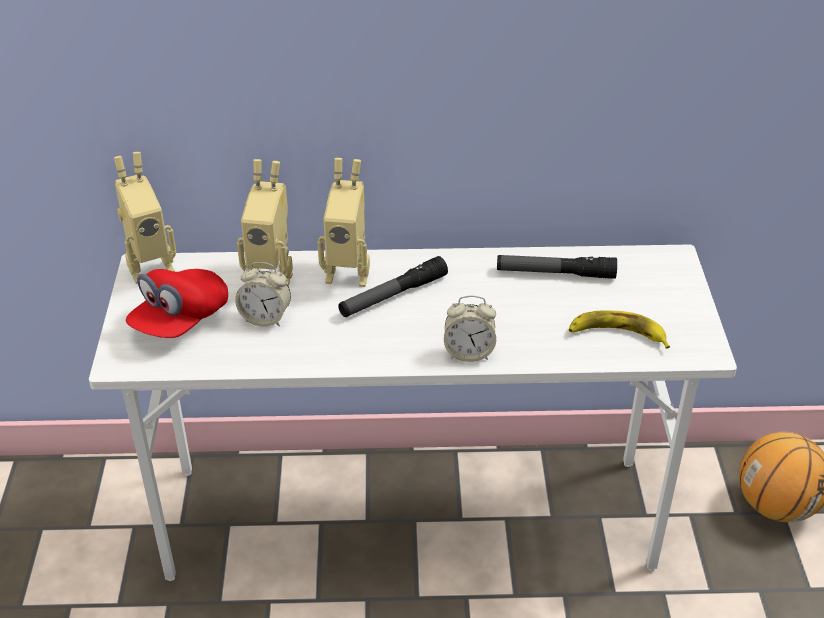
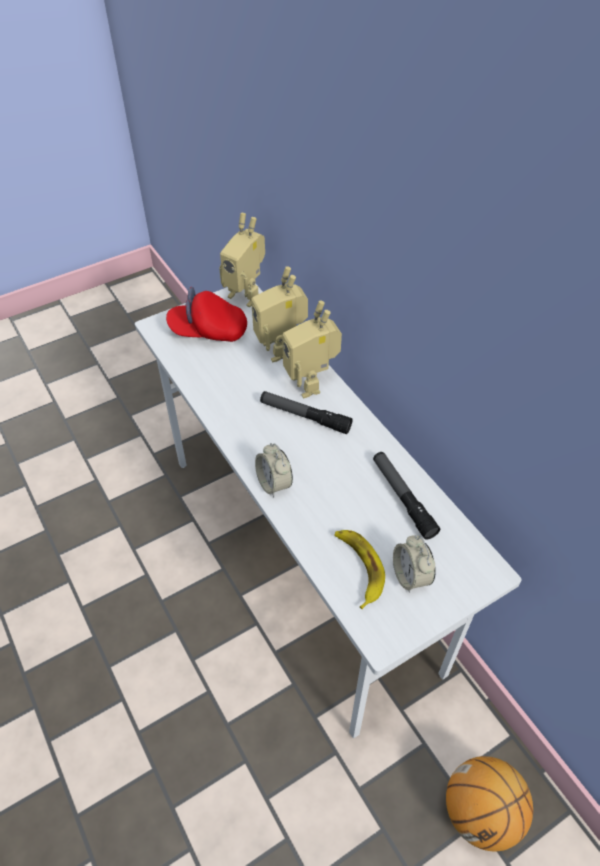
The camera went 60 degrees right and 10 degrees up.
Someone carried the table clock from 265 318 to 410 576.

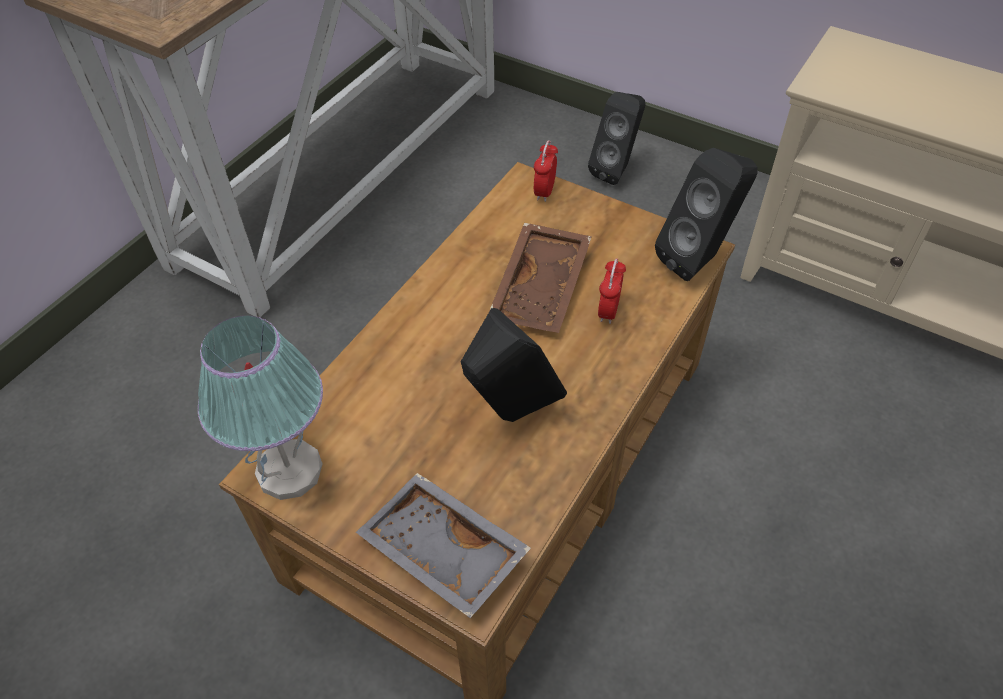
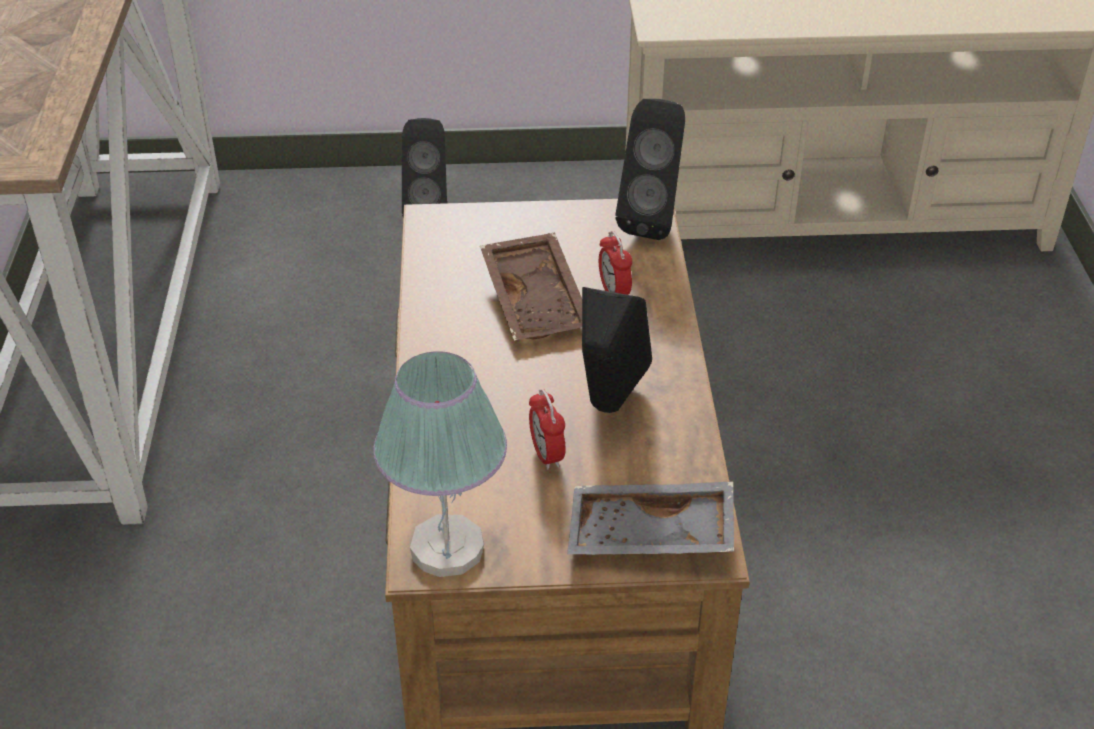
The camera went 35 degrees left and 10 degrees down.
Someone carried the table clock from 544 192 to 546 455.

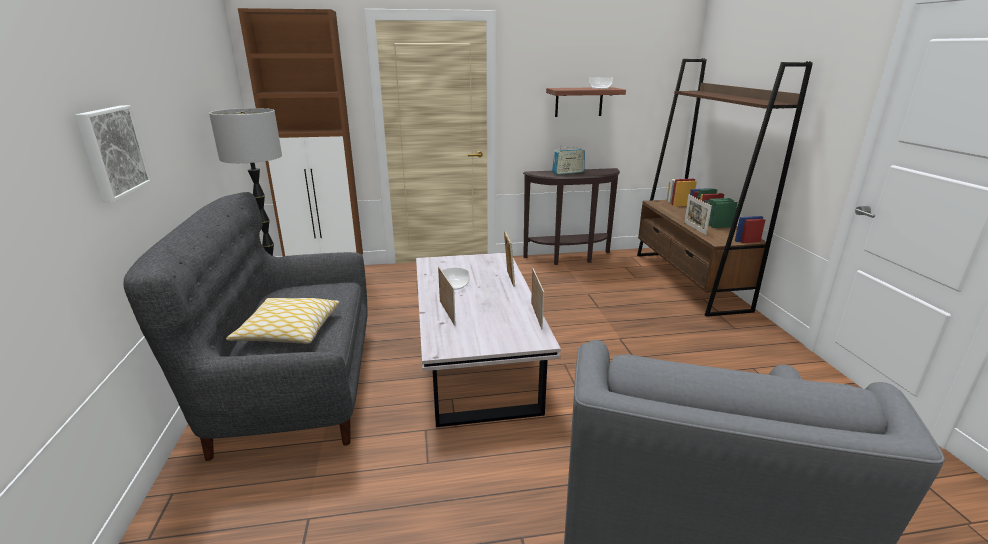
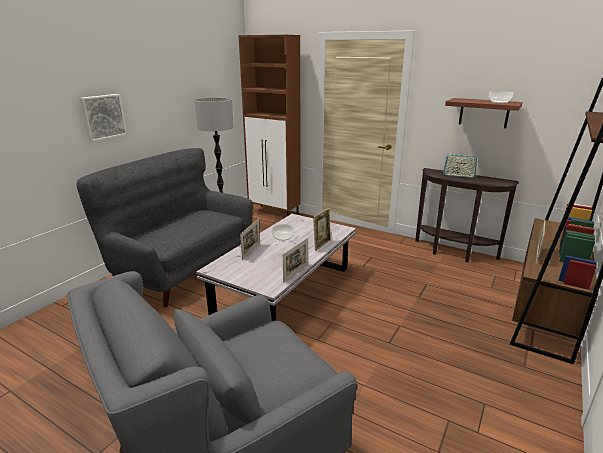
The camera went 40 degrees right and 0 degrees up.
Someone took away the cushion at 288 331.

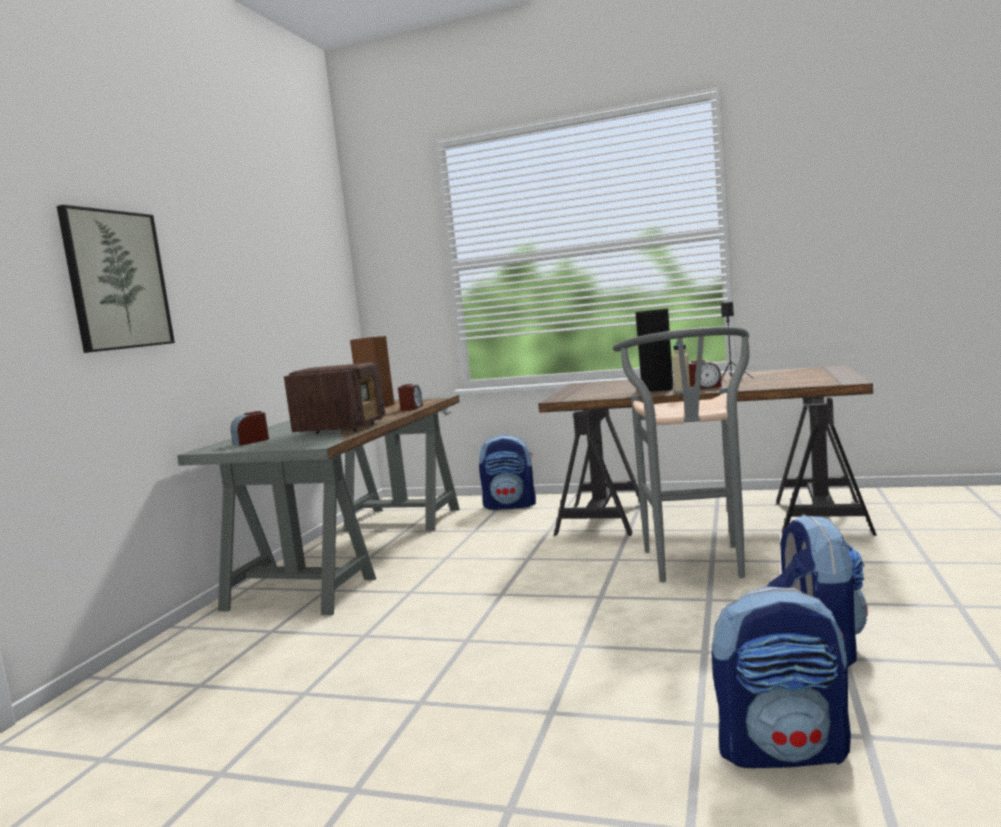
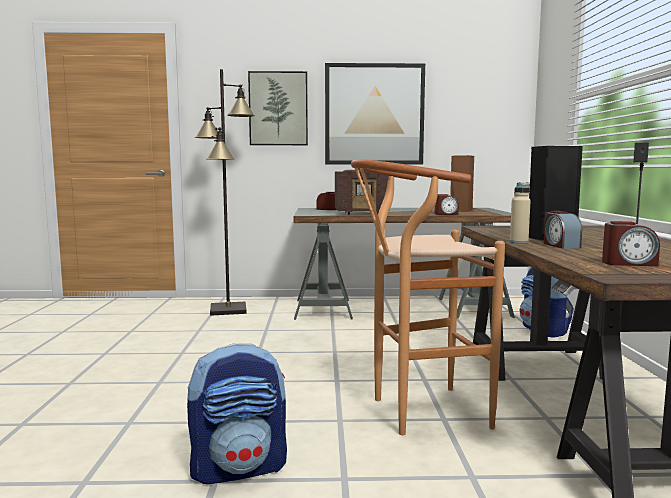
The camera went 70 degrees right and 0 degrees up.
Someone took away the knapsack at 783 750.
Someone put down the standard lamp (blackish) at 228 310.
Someone put up the picture at 374 115.
Someone put down the table clock at 628 263.
Someone repainted the stool seat (greyish) at 697 568, which became the stool seat (brown-coloured) at 418 412.

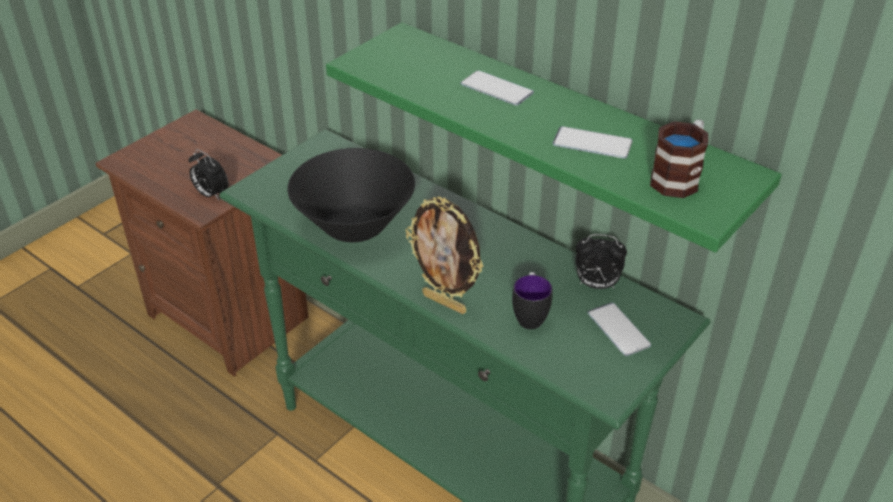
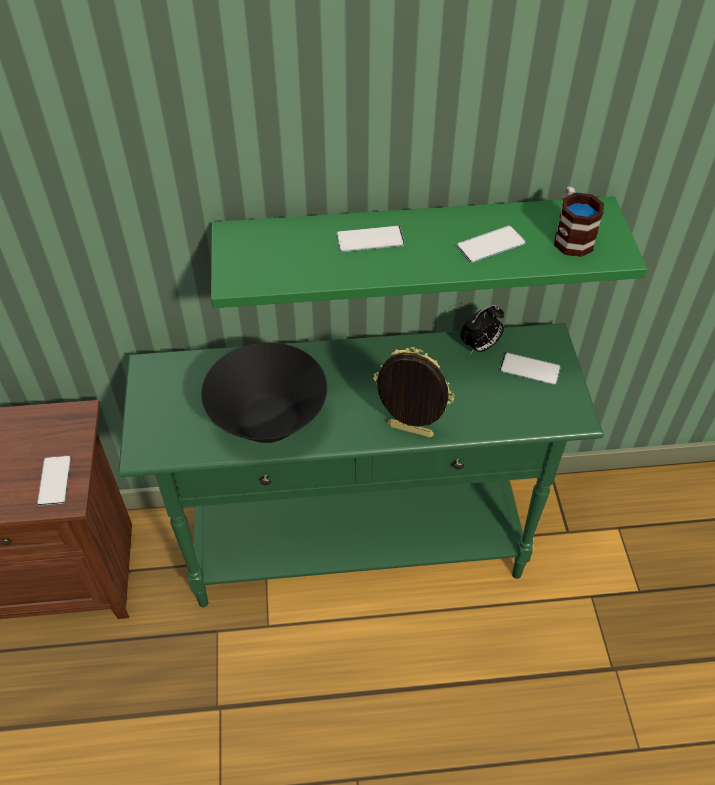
The camera went 45 degrees left and 10 degrees up.
Someone took away the coffee mug at 530 315.
Someone swapped the table clock at 211 194 for the handset at 54 480.
Someone rotated the picture frame at 445 303 by 150 degrees counterclockwise.

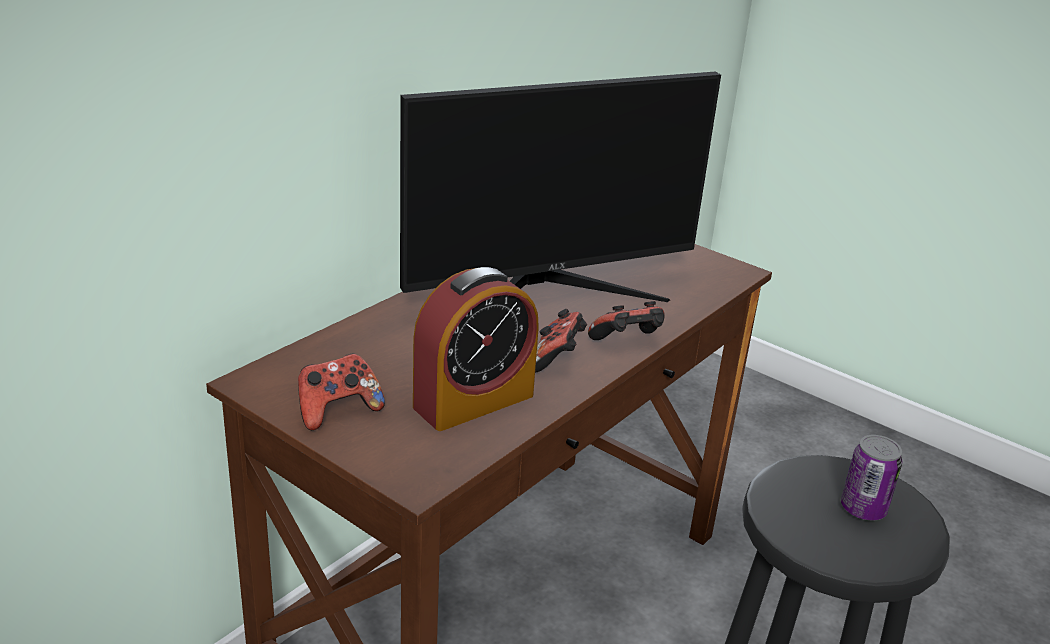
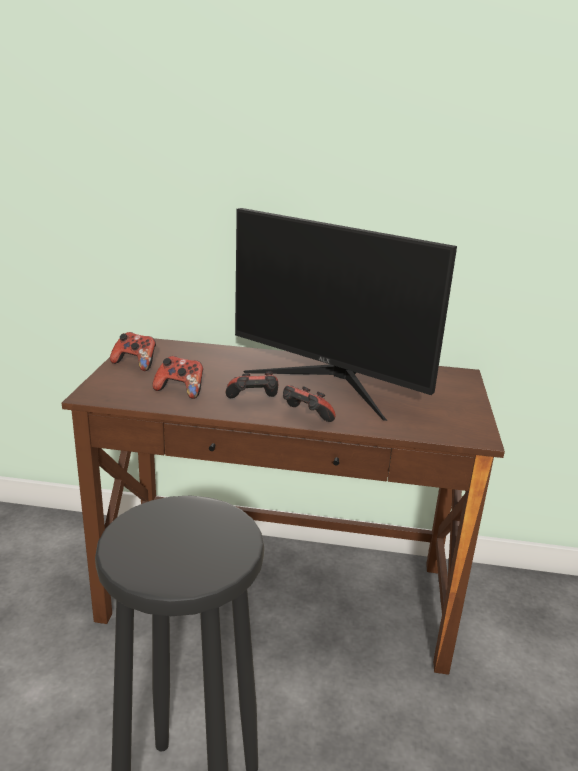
The camera went 60 degrees right and 5 degrees down.
Someone took away the metal can at 863 509.
Someone swapped the table clock at 473 401 for the gamepad at 180 390.

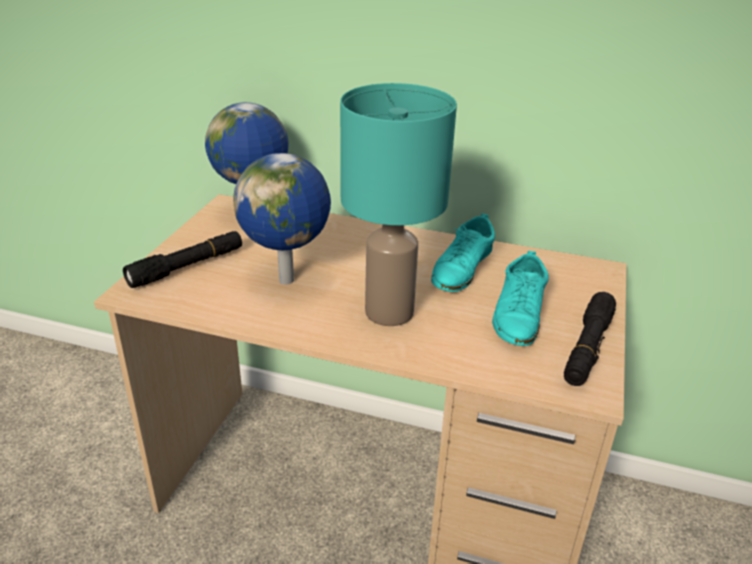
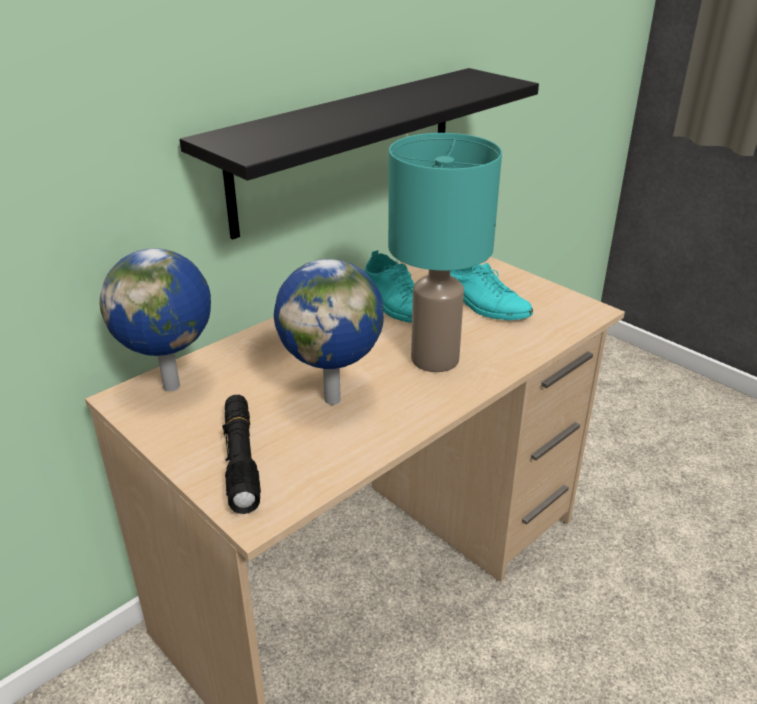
The camera went 60 degrees left and 0 degrees up.
Someone took away the flashlight (blackish) at 587 348.
Someone put up the wall shelf (blackish) at 345 149.

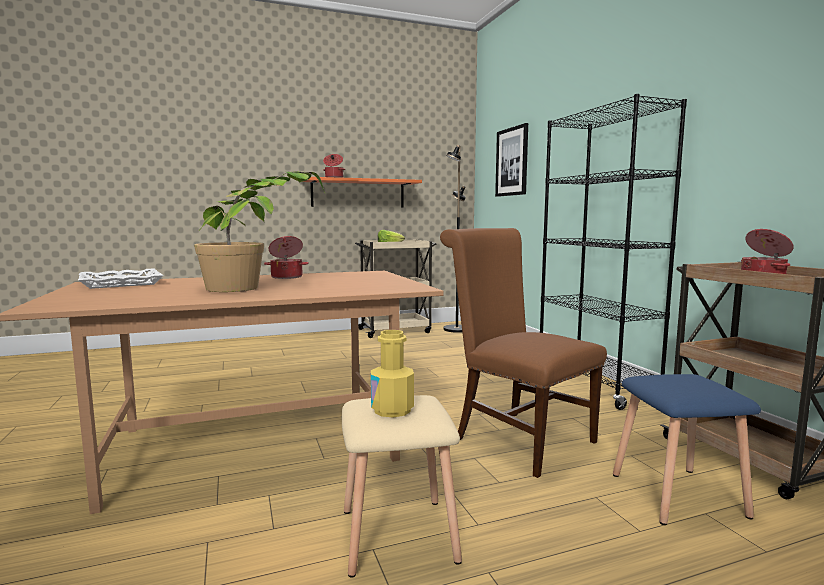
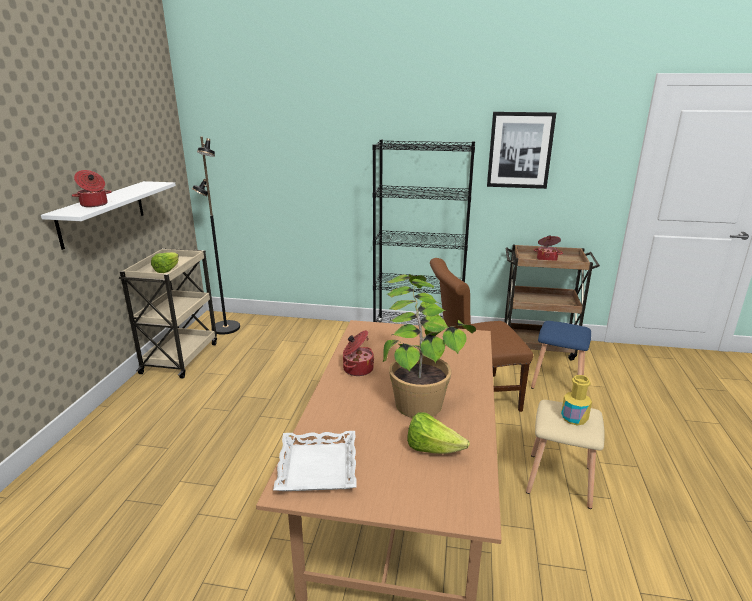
The camera went 60 degrees left and 15 degrees up.
Someone put down the lettuce at 432 449.
Someone carried the picture from 512 162 to 520 150.
Someone repainted the wall shelf (orange) at 358 193, which became the wall shelf (white-coloured) at 102 213.

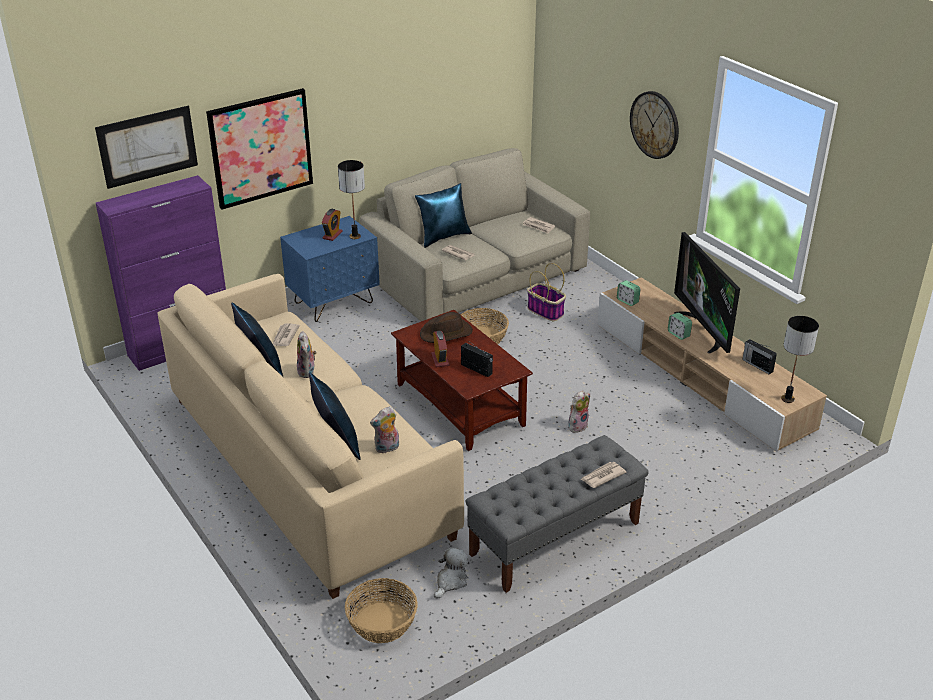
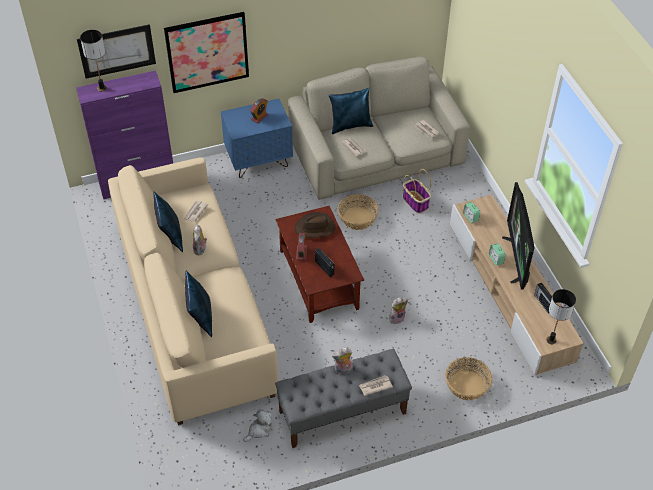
The camera went 15 degrees right and 15 degrees up.
Someone took away the clock on the wall at 655 124.
Someone carried the lamp for a table from 355 236 to 102 88.
Someone carried the basket from 382 623 to 467 386.
Someone carried the soft toy from 387 448 to 343 370.

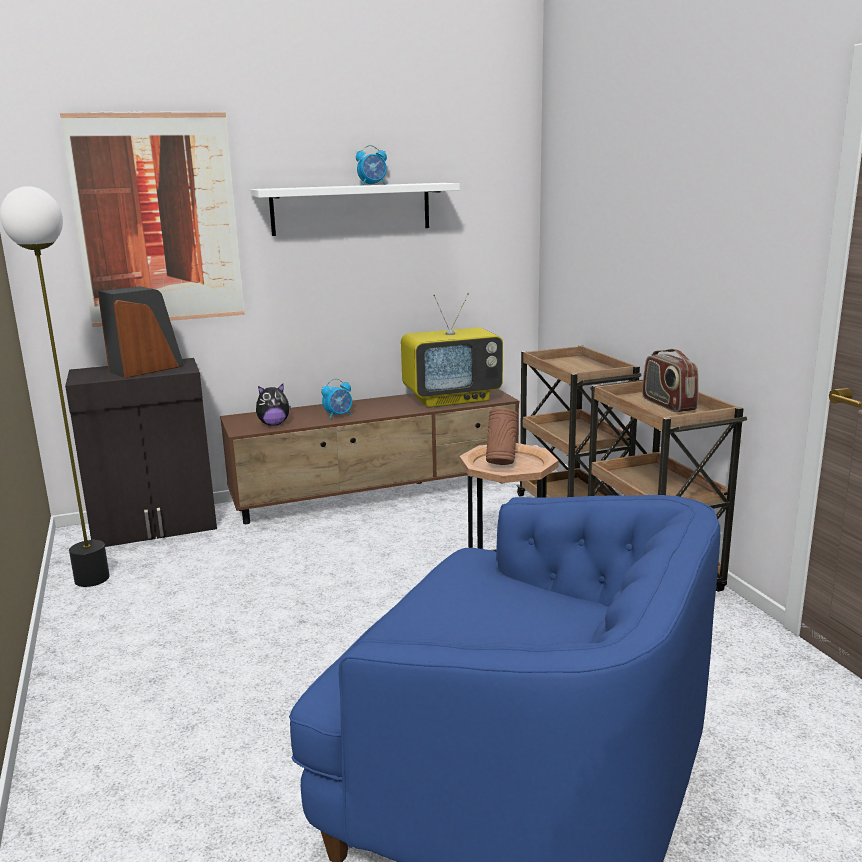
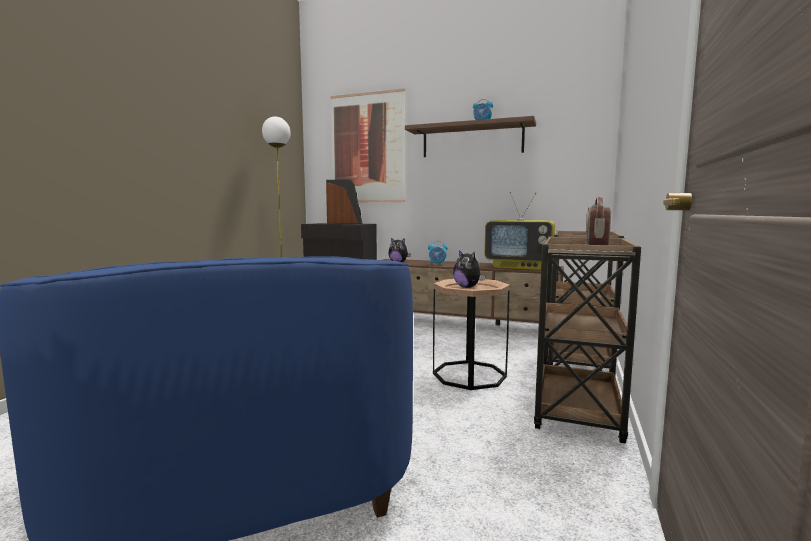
The camera went 40 degrees right and 10 degrees down.
Someone swapped the vase (brown-coloured) at 501 463 for the soft toy at 468 287.
Someone repainted the wall shelf (white-coloured) at 351 209, which became the wall shelf (brown-coloured) at 472 140.

